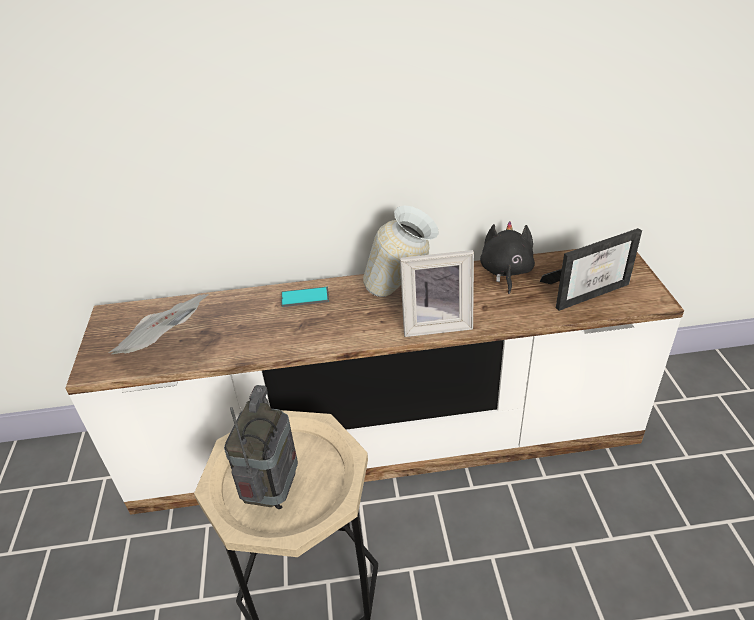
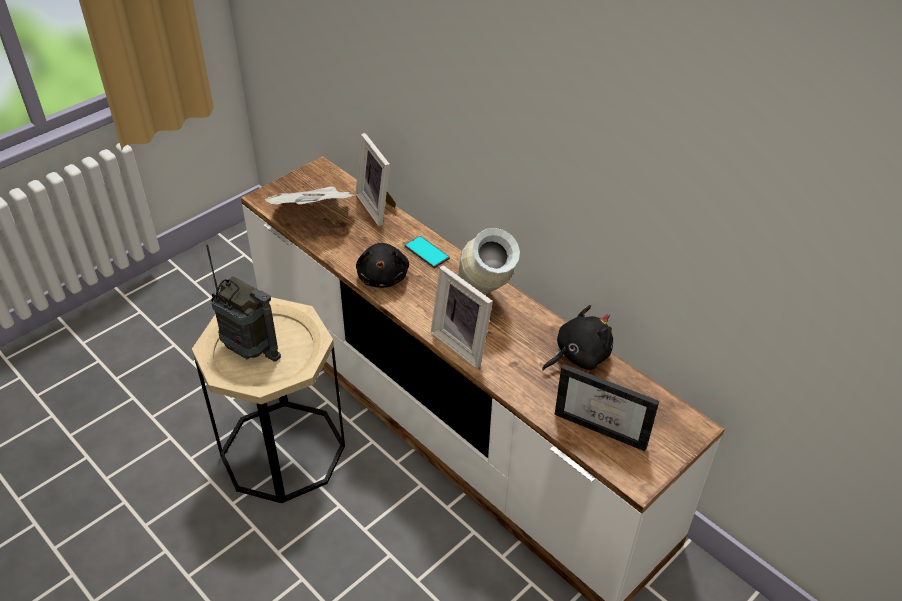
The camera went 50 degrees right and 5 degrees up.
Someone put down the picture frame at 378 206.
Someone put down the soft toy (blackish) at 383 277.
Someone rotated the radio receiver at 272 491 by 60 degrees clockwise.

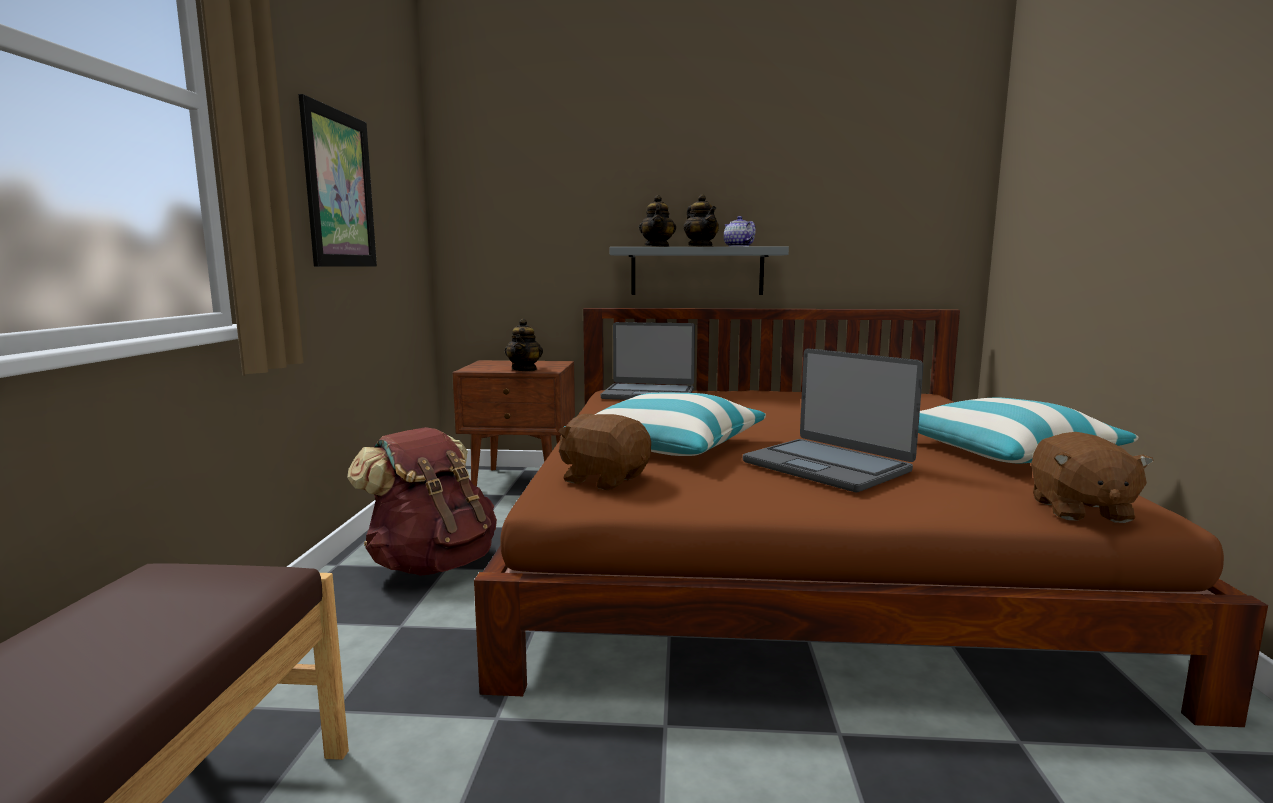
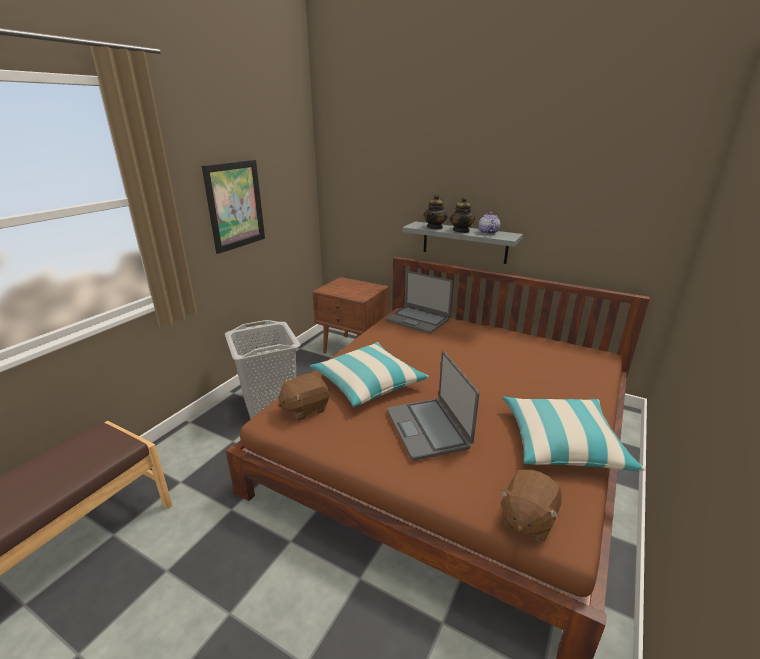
The camera went 25 degrees right and 15 degrees up.
Someone took away the teapot at 525 369.
Someone swapped the knapsack (brown-coloured) at 432 564 for the hamper (greyish) at 270 403.
Someone rotated the soft toy (brown-coloured) at 604 479 by 90 degrees counterclockwise.

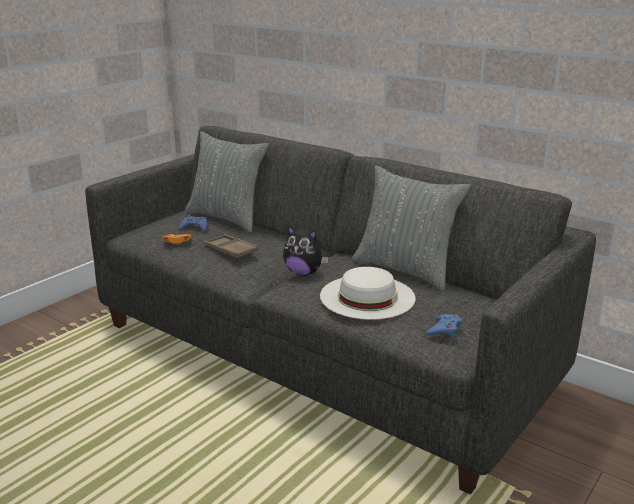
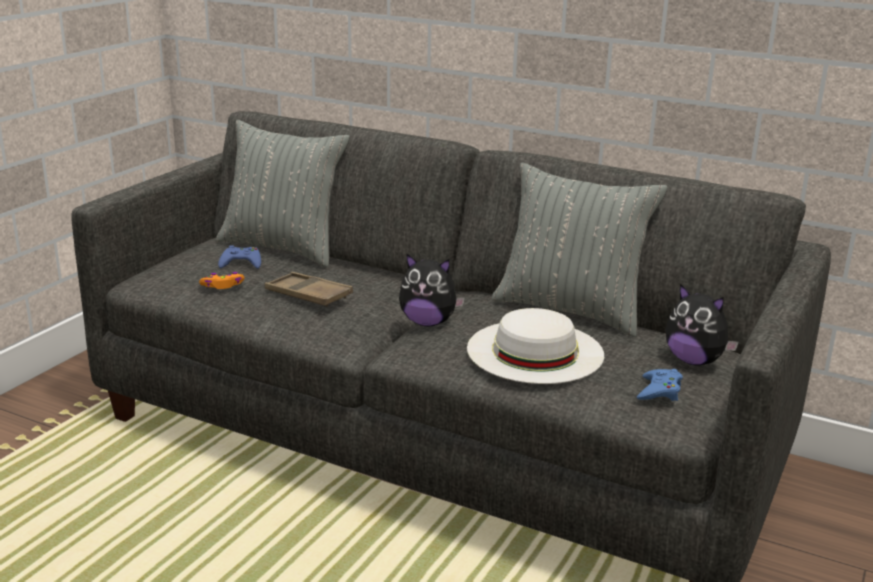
The camera went 10 degrees left and 0 degrees up.
Someone put down the soft toy at 694 361.

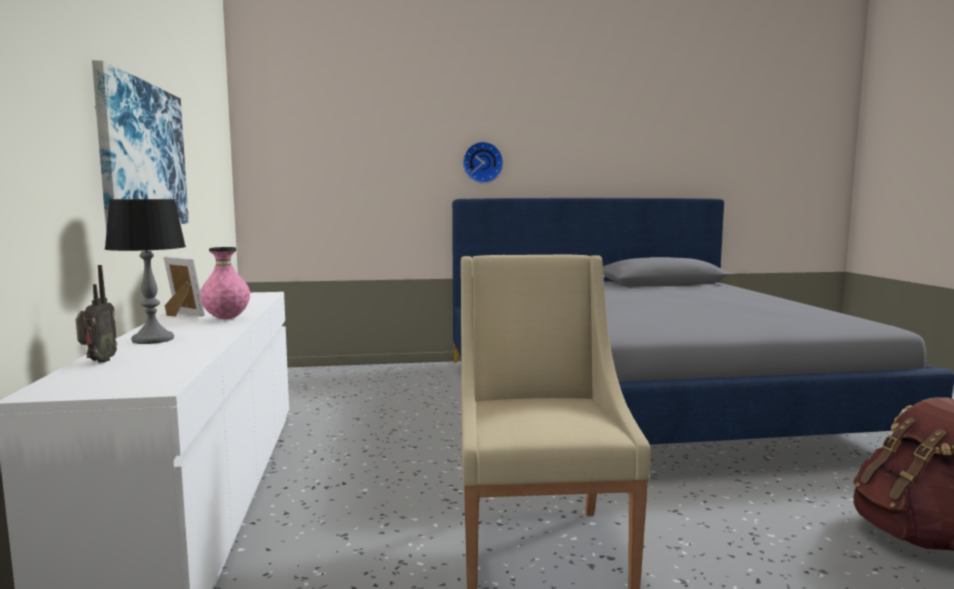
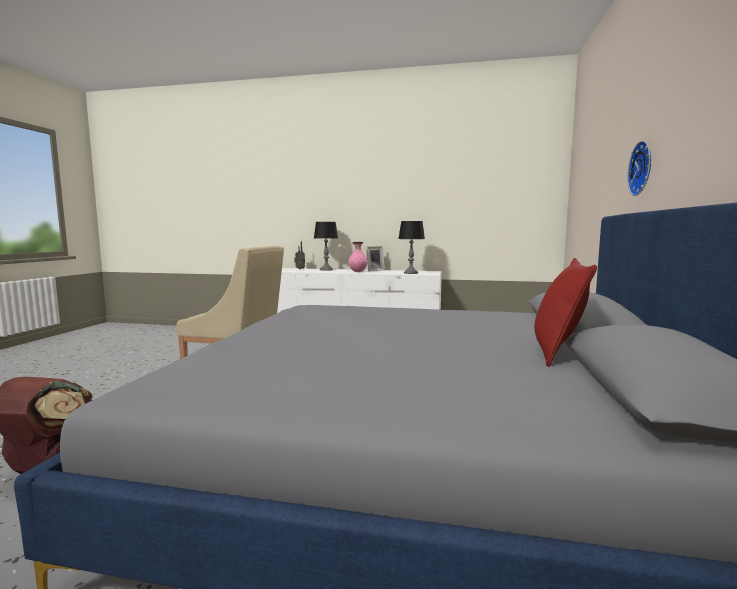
The camera went 110 degrees right and 0 degrees up.
Someone took away the picture at 143 155.
Someone put down the lamp for a table at 410 273.
Someone put down the cushion (red) at 557 353.

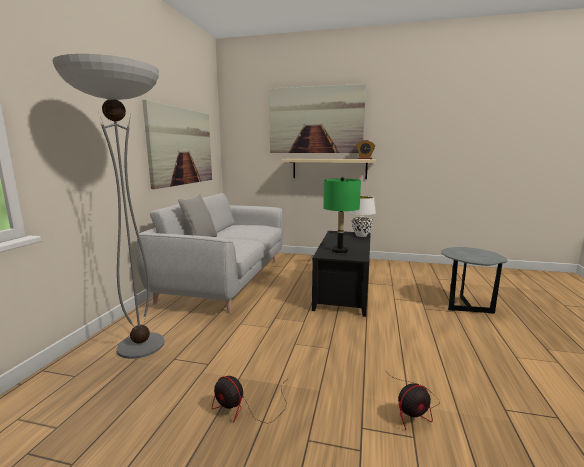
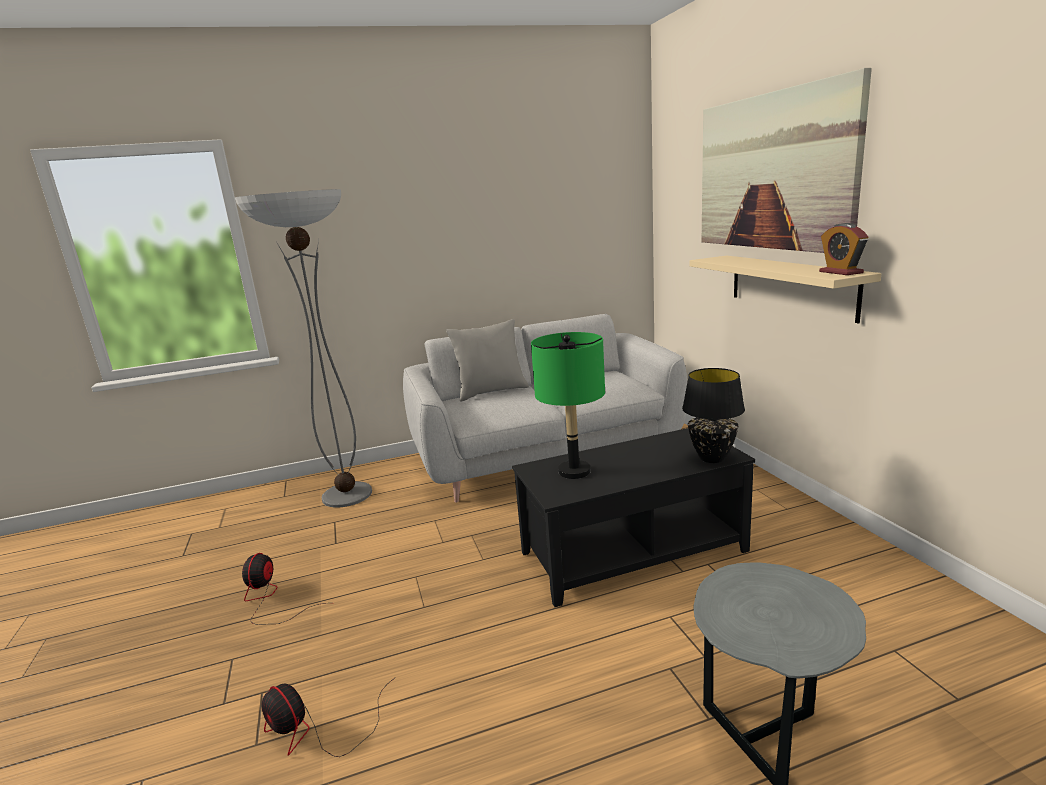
The camera went 60 degrees right and 5 degrees up.
Someone took away the picture at 181 146.
Someone repainted the lamp for a table (white-coloured) at 361 235, which became the lamp for a table (blackish) at 712 458.

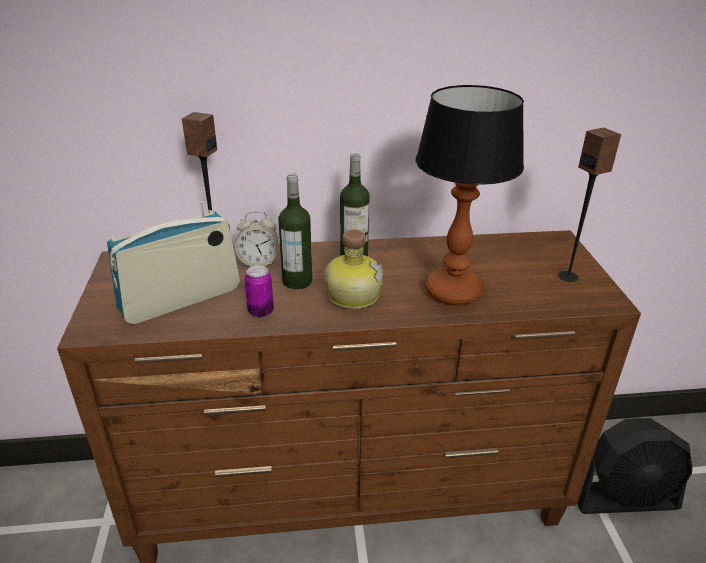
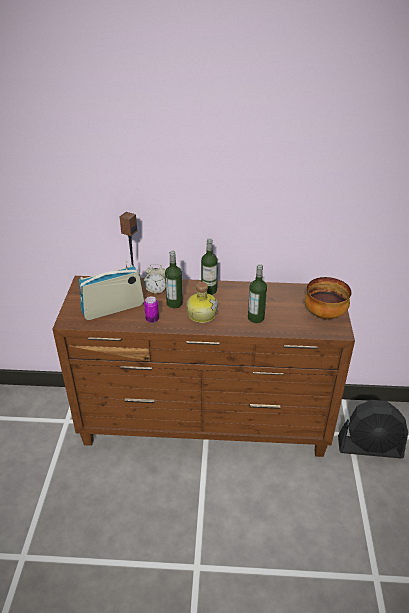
The camera went 10 degrees right and 5 degrees up.
Someone swapped the lamp for a table at 452 292 for the drink bottle at 256 318.
Someone swapped the speaker at 568 276 for the deep dish at 325 315.

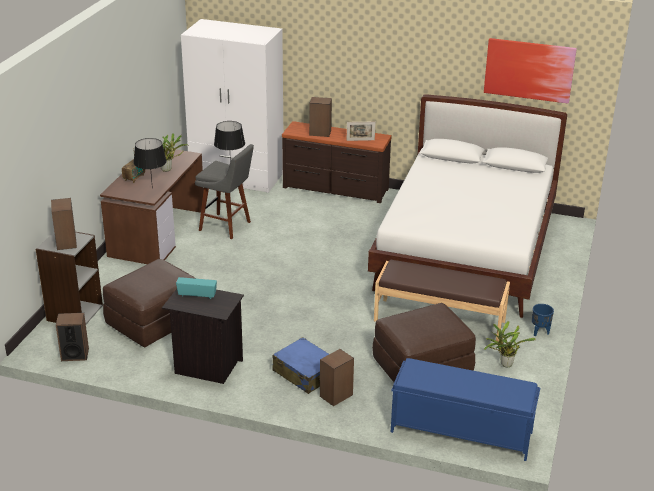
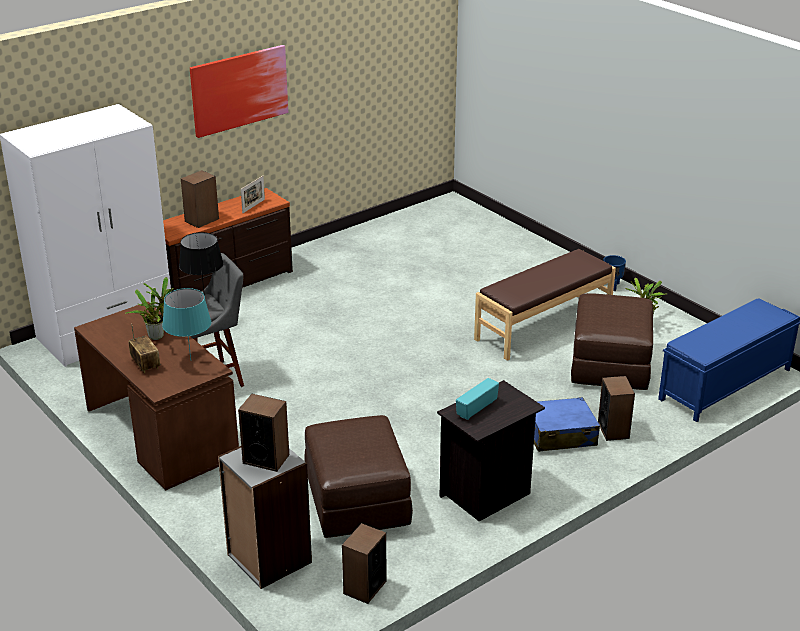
The camera went 55 degrees left and 0 degrees up.
Someone took away the sleeping bed (white-coloured) at 466 251.
Someone carried the picture from 529 70 to 239 90.
Someone repainted the lamp for a table (blackish) at 152 188, which became the lamp for a table (blue-green) at 191 360.

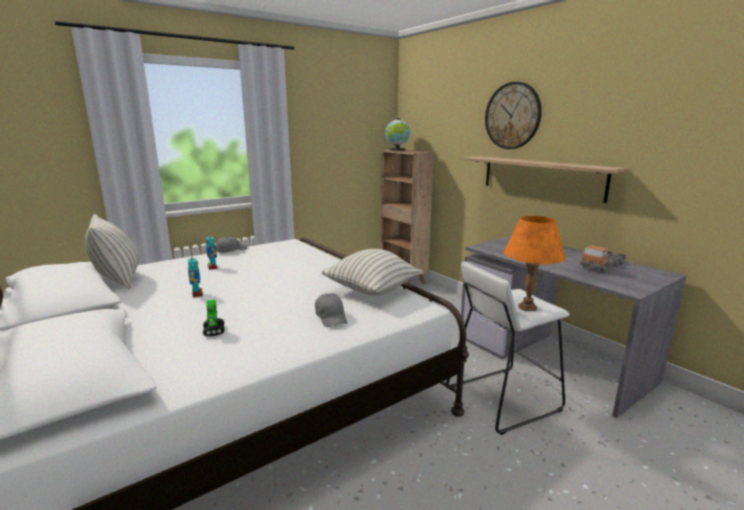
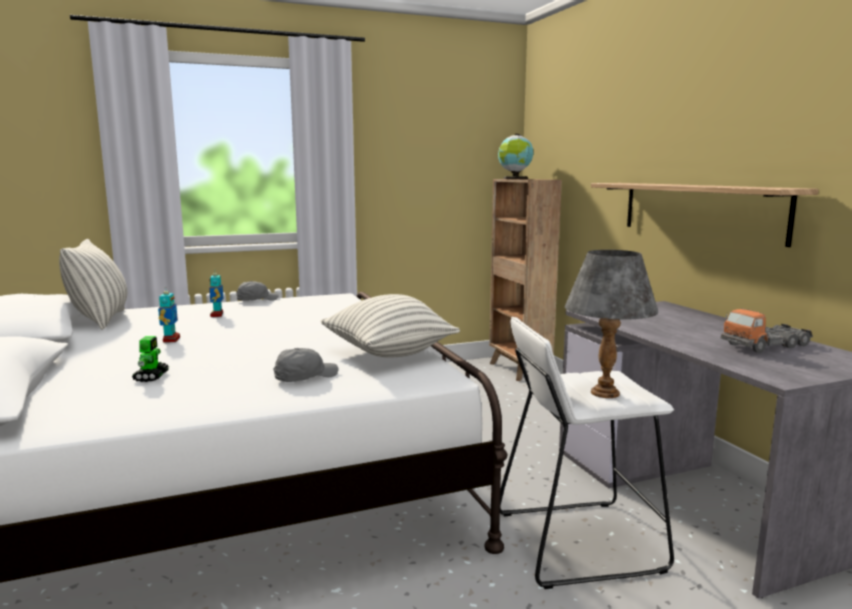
The camera went 15 degrees right and 5 degrees down.
Someone took away the clock on the wall at 512 116.
Someone repainted the lamp for a table (orange) at 528 307, which became the lamp for a table (greyish) at 605 393.
Someone rotated the cap (greyish) at 331 317 by 120 degrees counterclockwise.

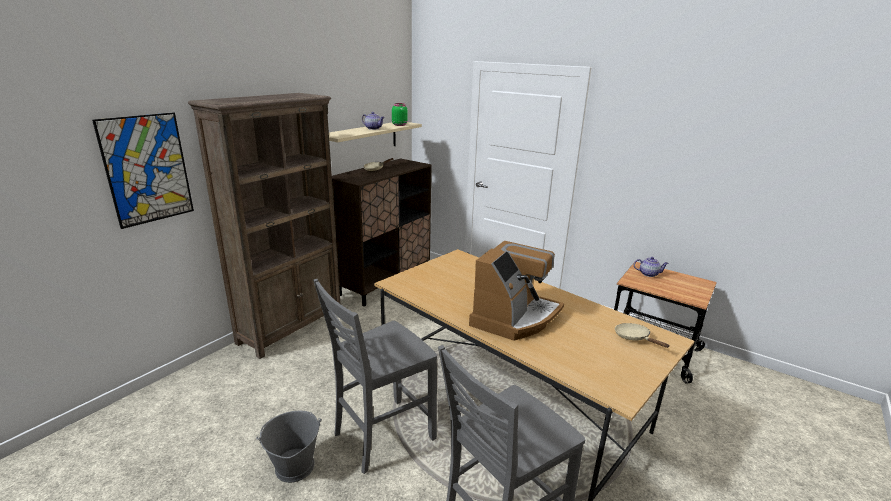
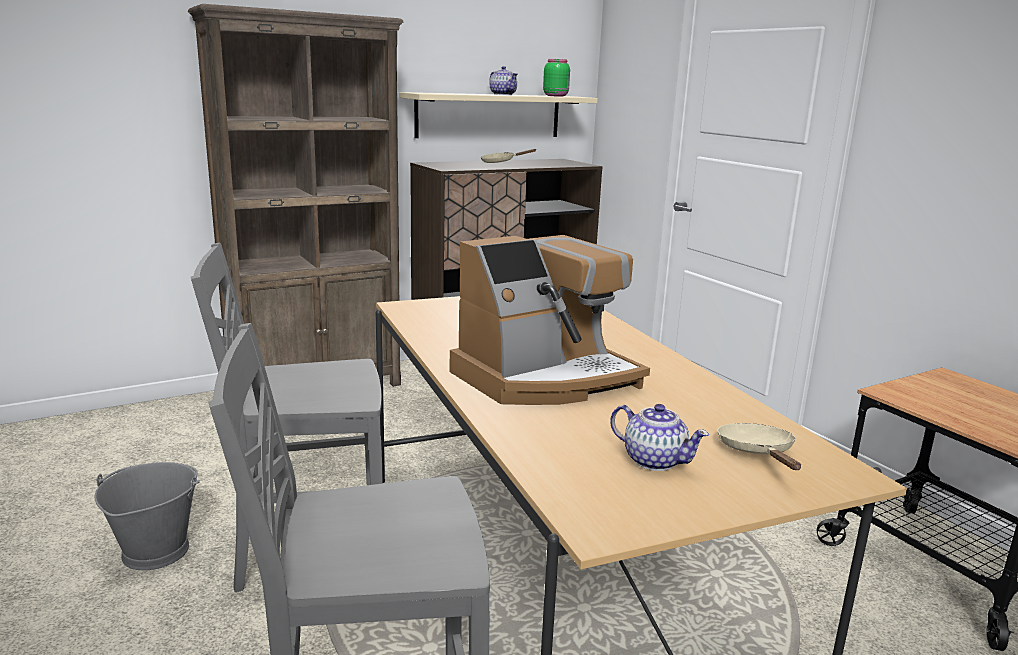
The camera went 25 degrees right and 5 degrees down.
Someone took away the picture at 147 169.
Someone carried the teapot from 648 274 to 654 460.

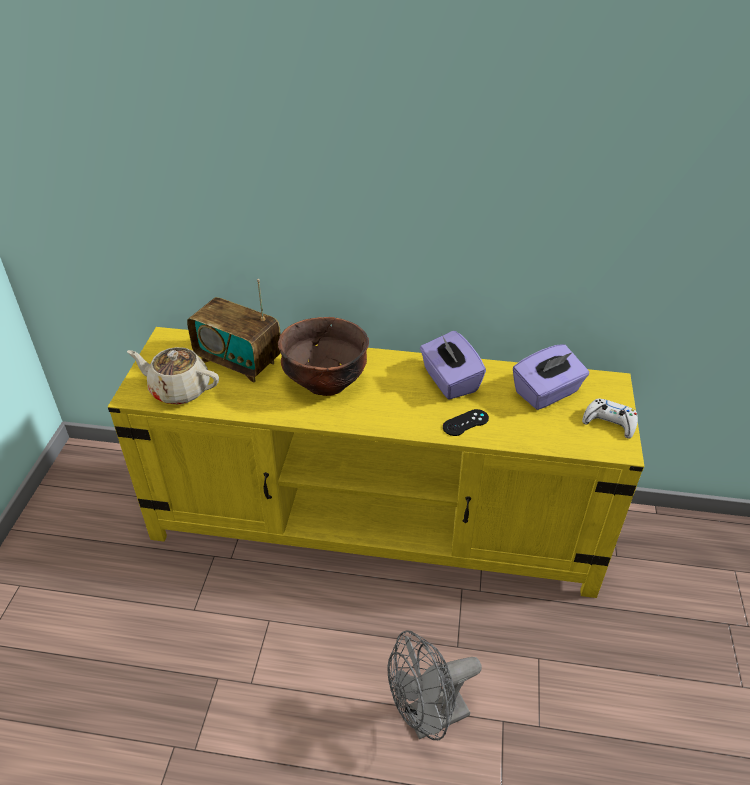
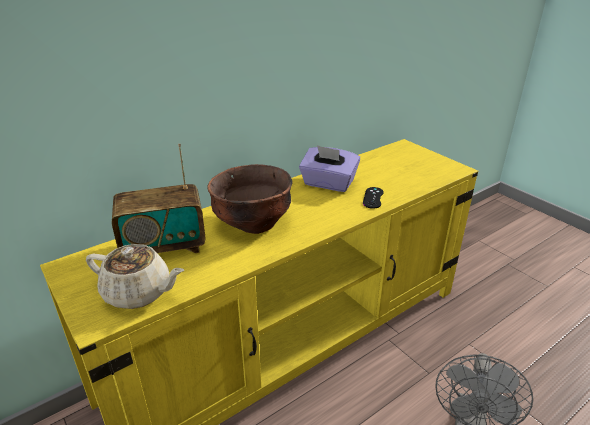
The camera went 45 degrees left and 10 degrees down.
Someone took away the tissue box (purplish) at 547 393.
Someone took away the gamepad (white-coloured) at 609 422.
Someone rotated the teapot (beige) at 179 389 by 135 degrees counterclockwise.

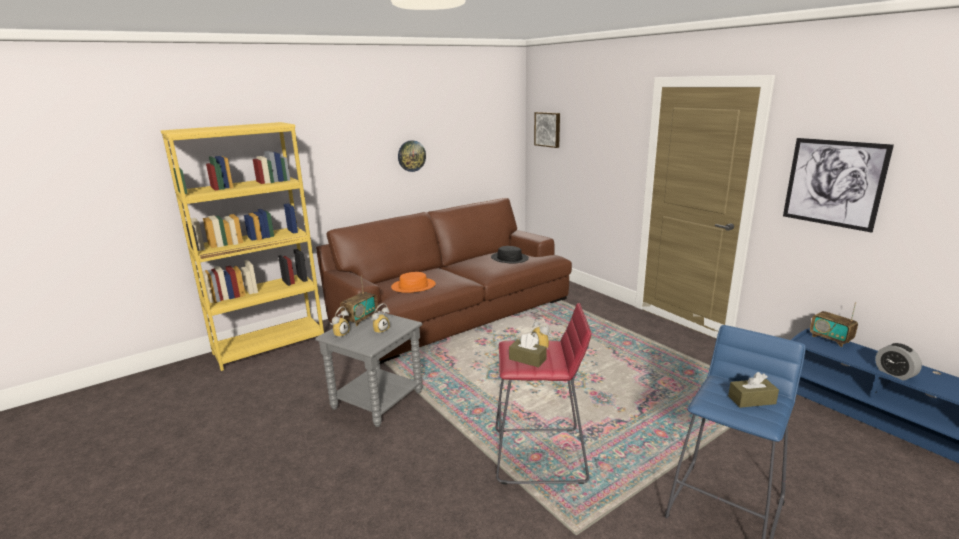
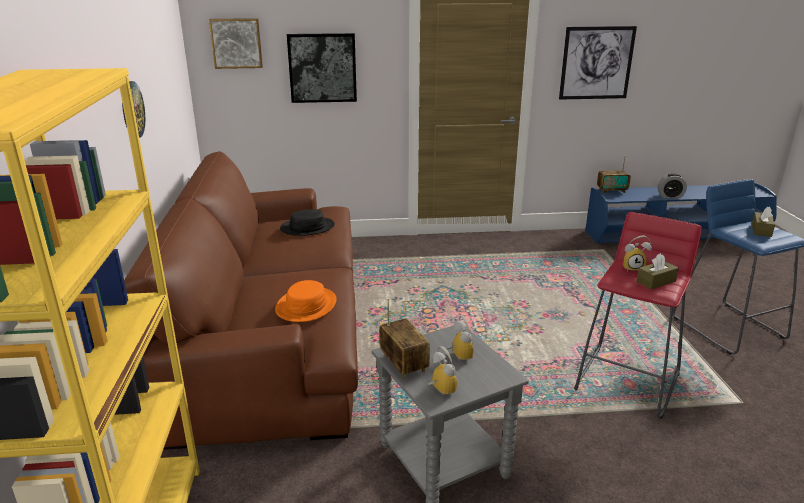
The camera went 60 degrees left and 5 degrees up.
Someone put up the picture at 322 68.

